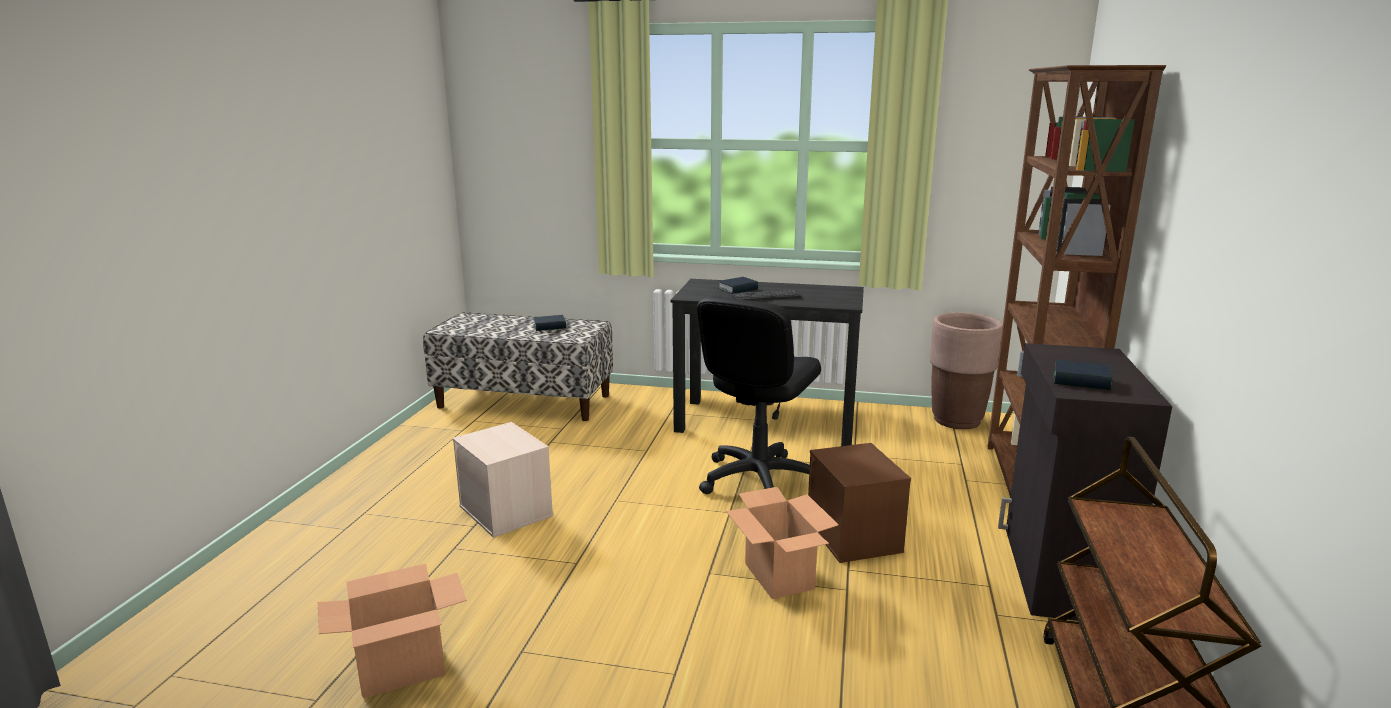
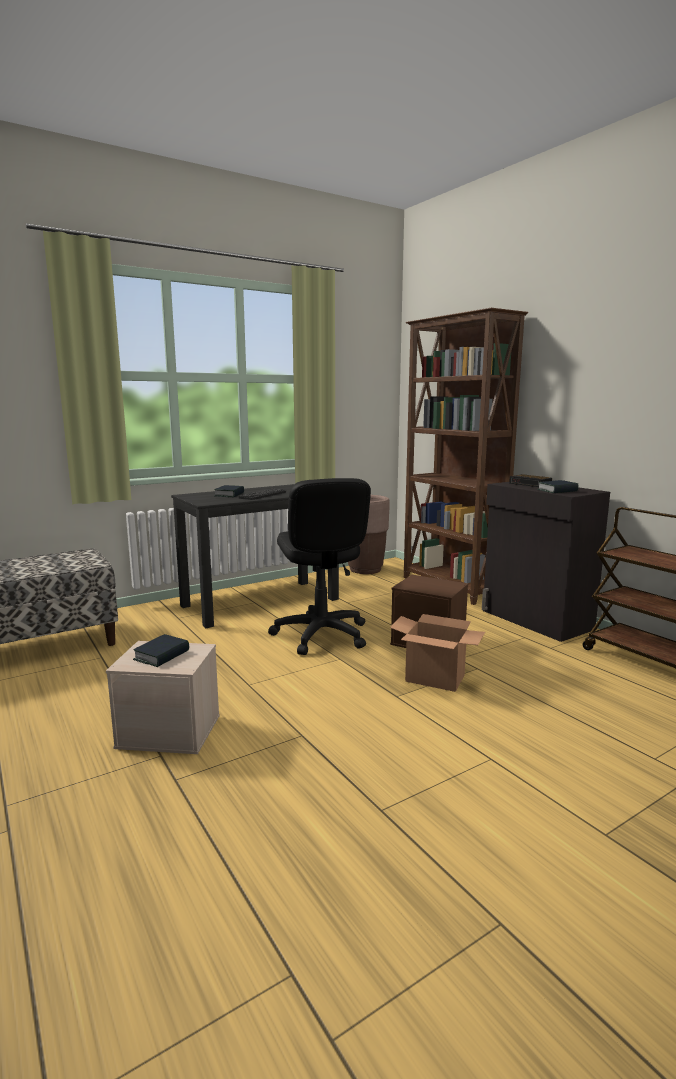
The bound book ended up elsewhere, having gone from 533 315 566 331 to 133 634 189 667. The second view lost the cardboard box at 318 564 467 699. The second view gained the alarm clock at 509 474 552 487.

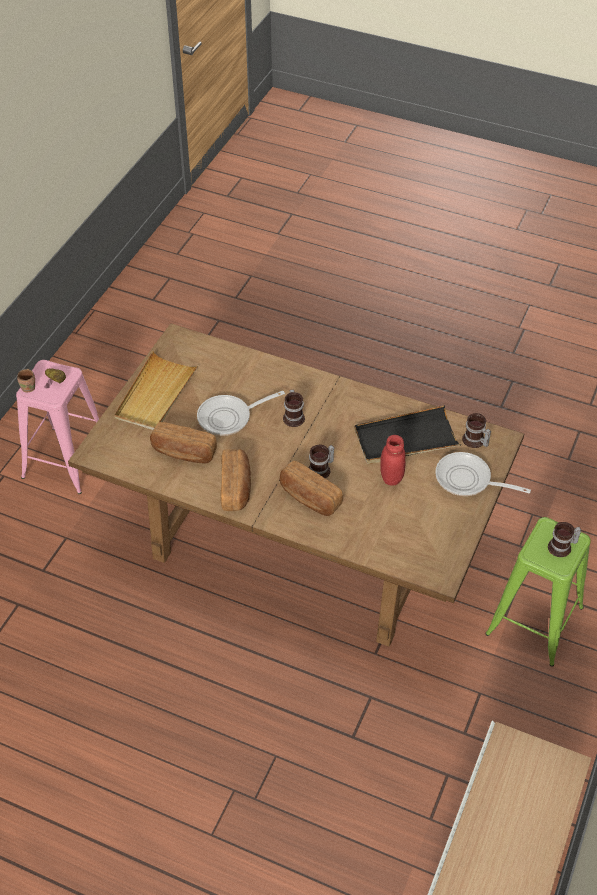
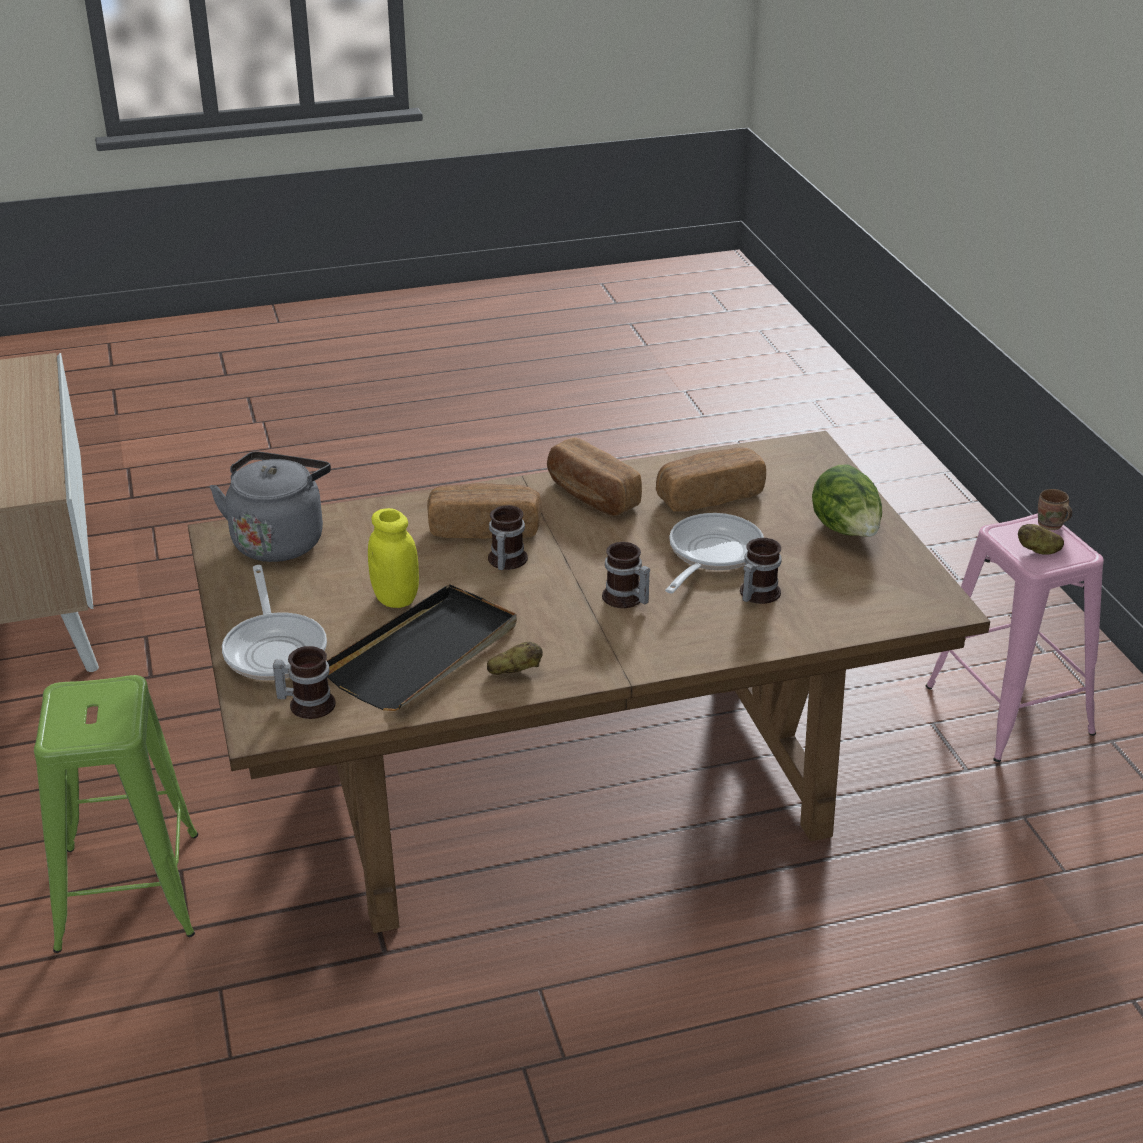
Where the beige-coloured serving tray stood at 114 351 199 430, the lettuce head came to stand at 812 465 882 537. What was the red storage jar at 380 435 405 486 turned into the yellow-coloured storage jar at 368 508 419 608. The frying pan at 435 452 531 496 ended up facing another way, 90 degrees clockwise from before. The mug ended up elsewhere, having gone from 548 522 582 557 to 740 538 782 604. The second view gained the grey water kettle at 209 451 331 562. The second view gained the whole potato at 487 642 543 675.

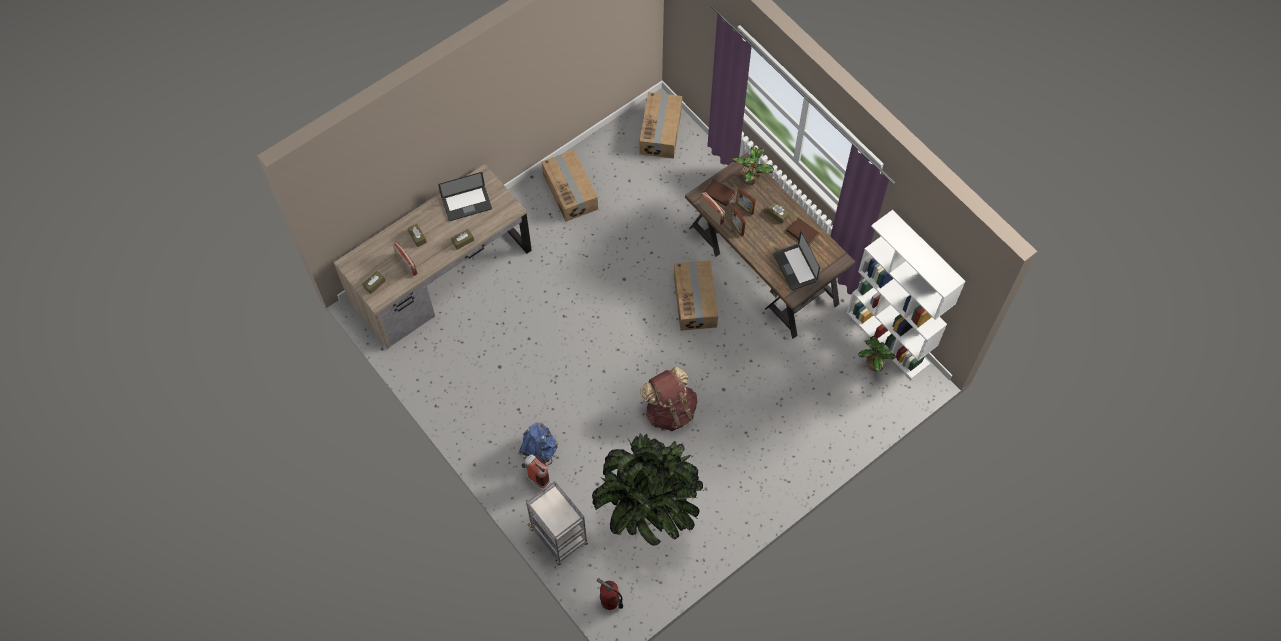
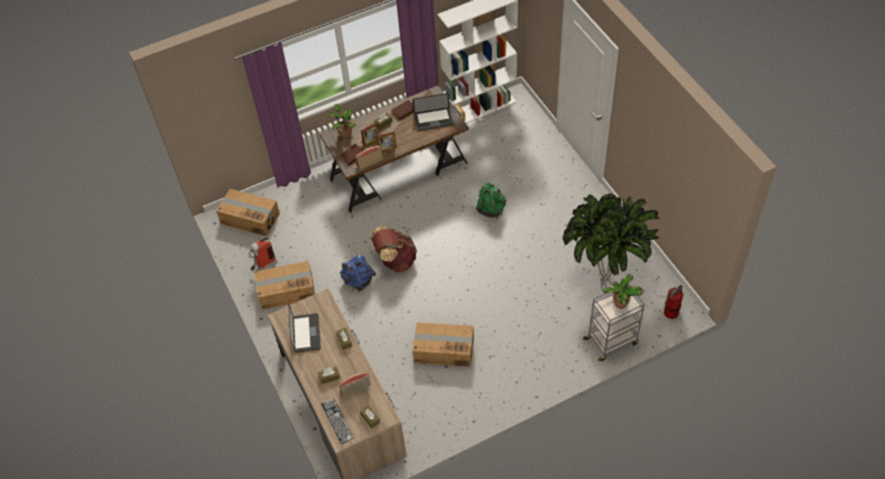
The cardboard box ended up elsewhere, having gone from 674 260 718 331 to 413 322 474 367. The plant in a pot ended up elsewhere, having gone from 858 336 896 372 to 602 274 643 309. The brownish knapsack ended up elsewhere, having gone from 640 367 698 431 to 371 226 417 272. The blue-coloured knapsack ended up elsewhere, having gone from 519 422 558 466 to 340 255 376 292. The fire extinguisher ended up elsewhere, having gone from 521 454 551 492 to 249 236 277 270. The second view gained the greenish knapsack at 476 183 506 219. The second view gained the computer keyboard at 321 398 354 444.

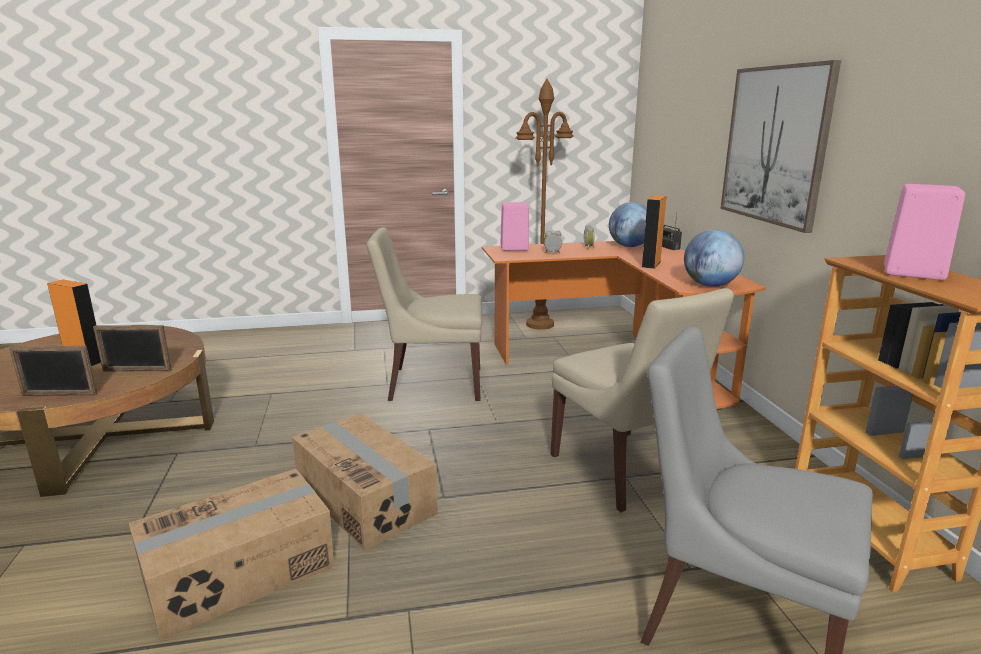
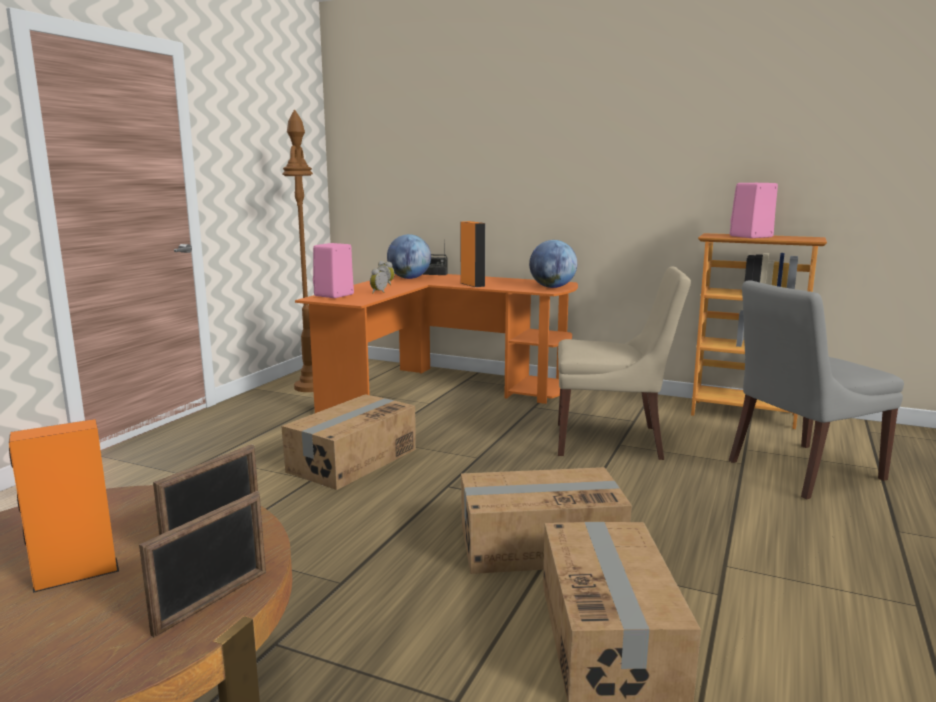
The second view lost the wall picture at 721 60 841 233. Where the beige-coloured upright chair stood at 367 227 482 401, the cardboard box came to stand at 281 394 416 490.

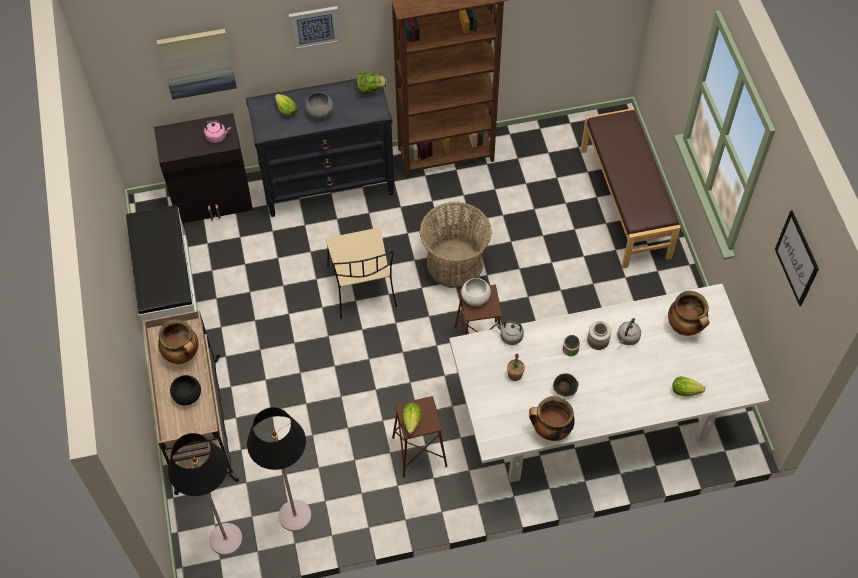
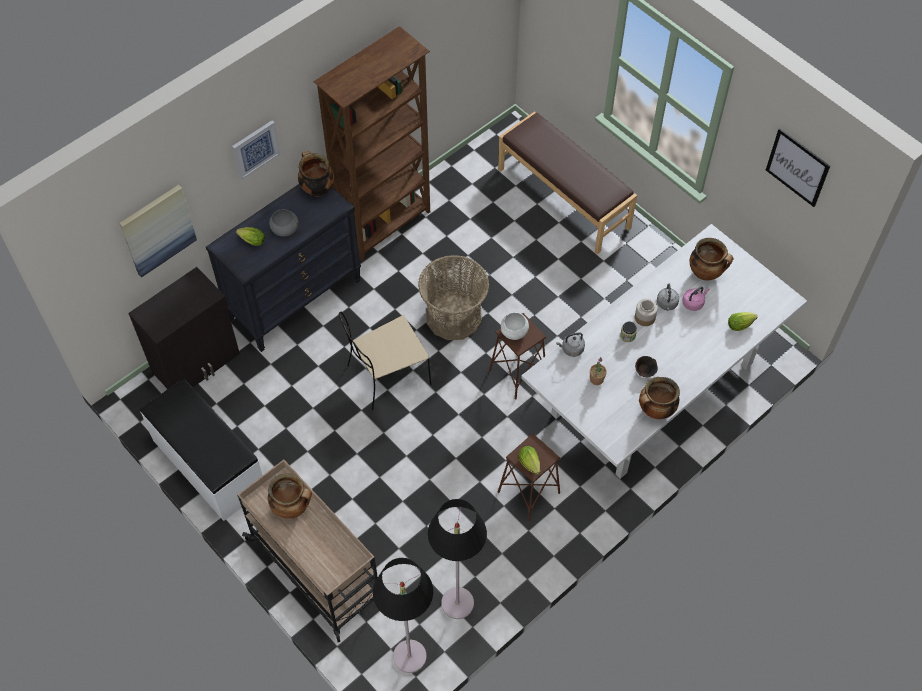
Where the lettuce head stood at 356 72 387 95, the stockpot came to stand at 298 151 335 197. The pink-coloured water kettle ended up elsewhere, having gone from 204 120 231 143 to 682 287 709 311. The beige-coloured upright chair at 326 227 397 319 ended up facing another way, 105 degrees clockwise from before. The second view lost the blackish serving bowl at 170 375 201 406.

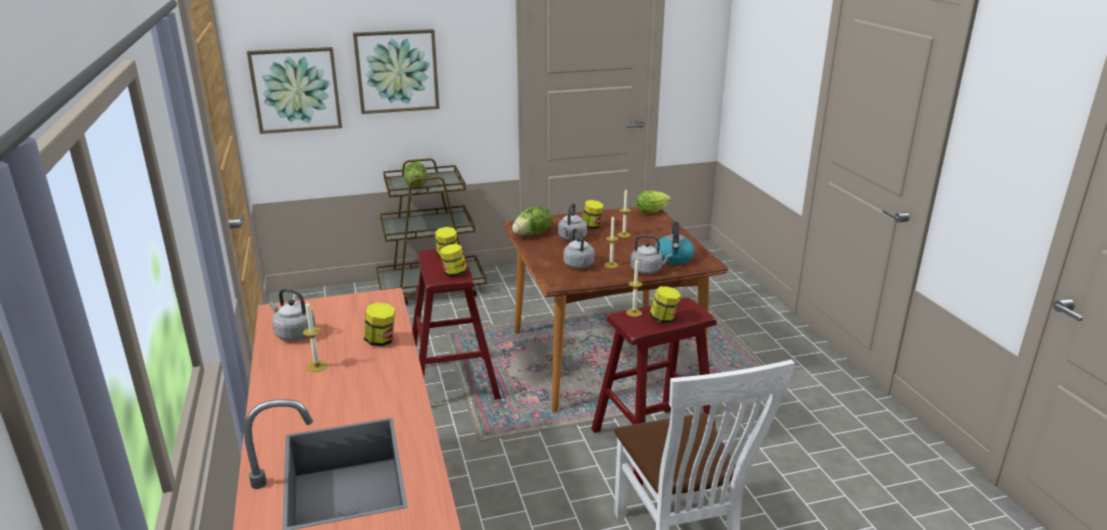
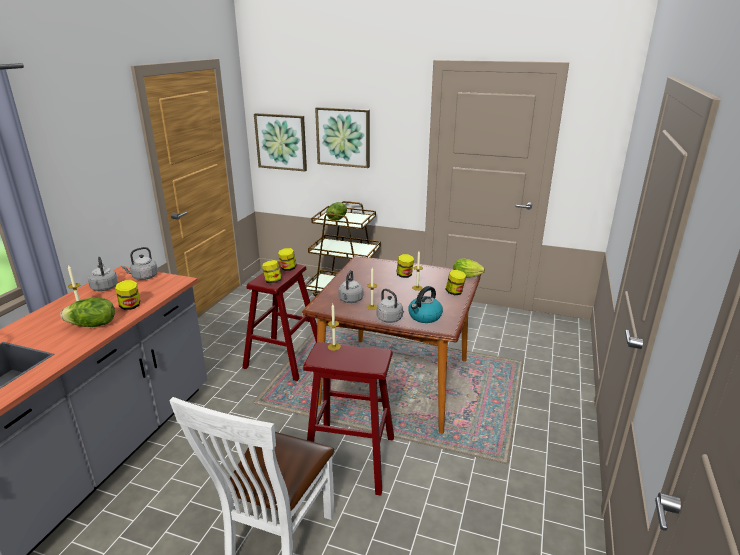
The grey water kettle ended up elsewhere, having gone from 558 203 587 241 to 121 247 158 280. The lettuce head ended up elsewhere, having gone from 512 206 553 235 to 60 297 115 327. The storage jar ended up elsewhere, having gone from 650 286 681 323 to 445 270 466 295.

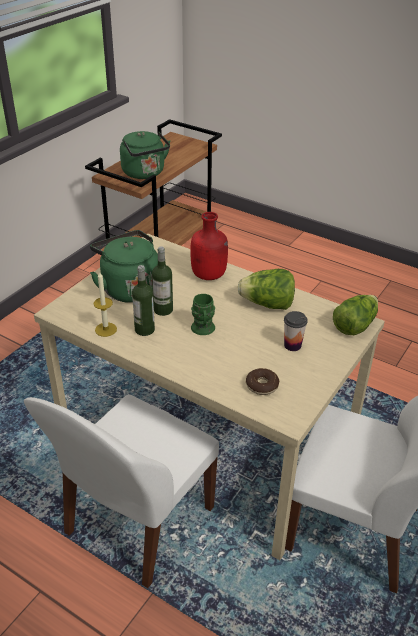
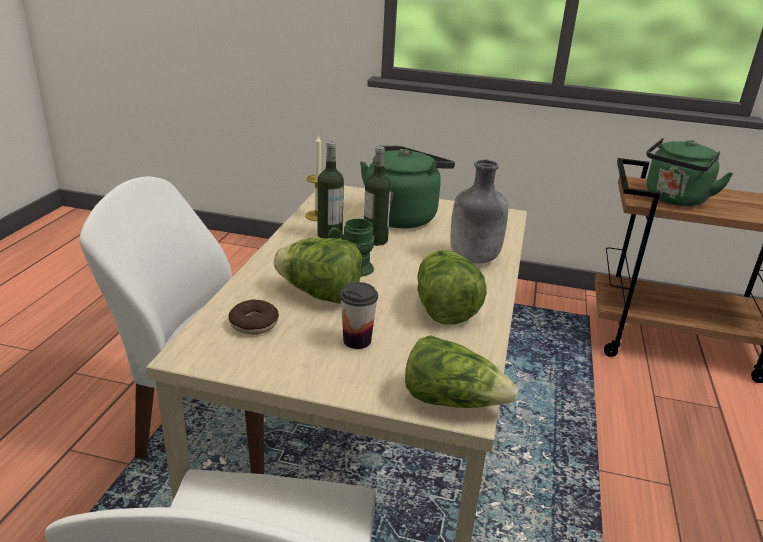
What was the red drink bottle at 190 212 228 280 turned into the grey drink bottle at 450 159 508 263. The second view gained the lettuce head at 273 238 362 304.

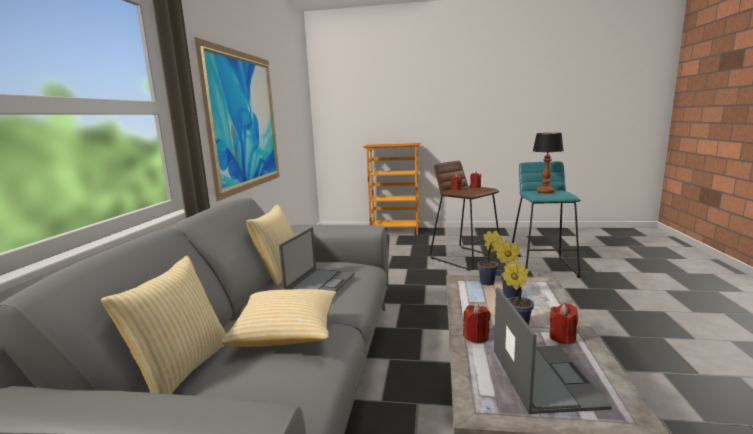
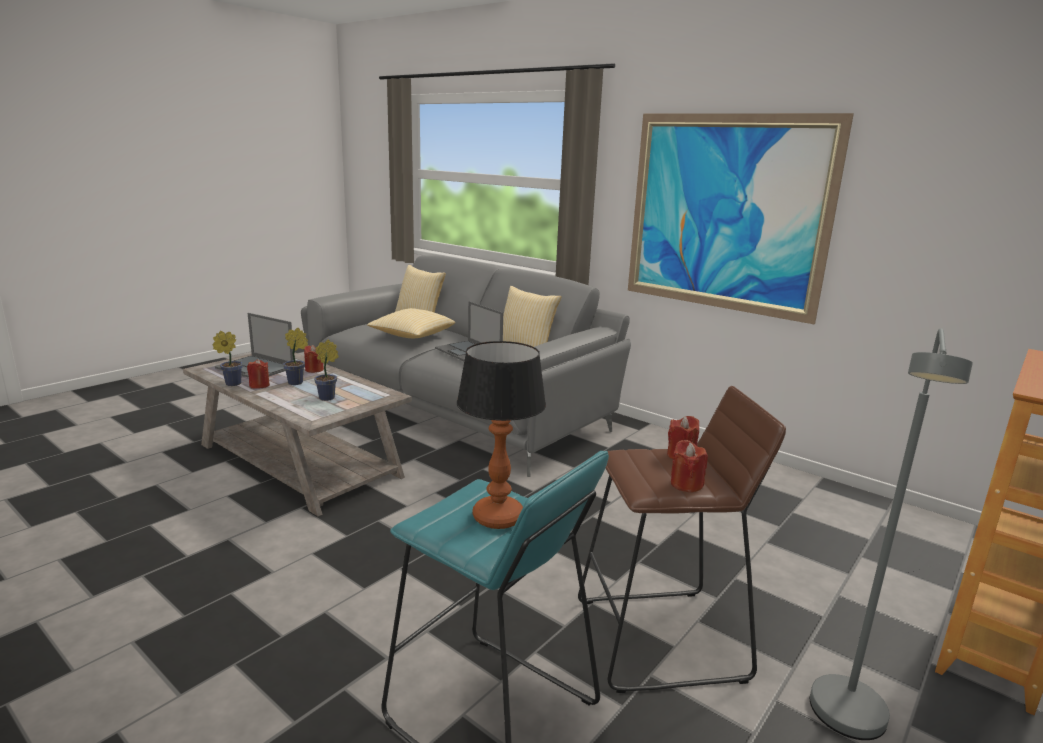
The plant in a pot ended up elsewhere, having gone from 477 231 503 285 to 212 331 243 386. The second view gained the grey floor lamp at 810 328 973 740.

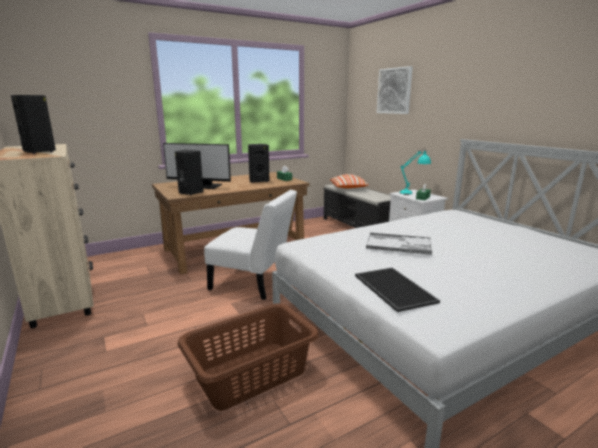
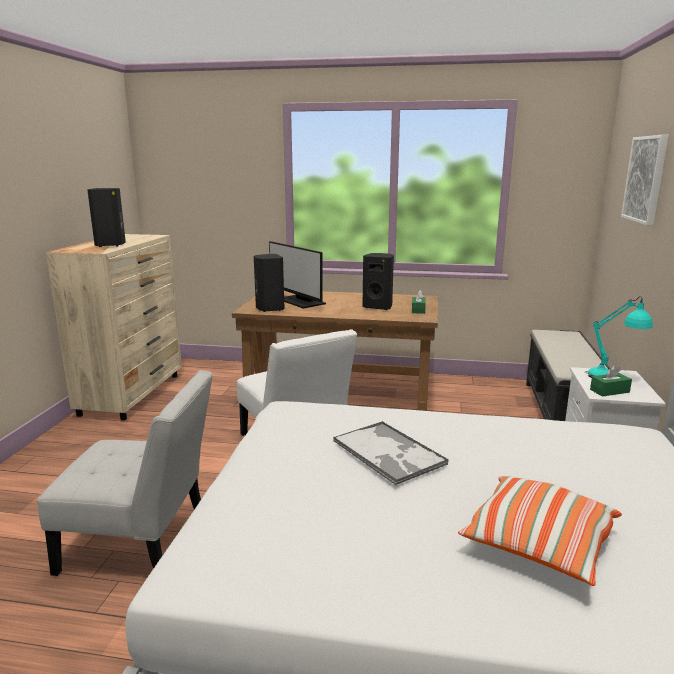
The pillow ended up elsewhere, having gone from 330 174 369 188 to 458 476 622 586. The second view lost the serving tray at 355 268 440 312. Where the brownish laundry basket stood at 178 303 319 411, the white upright chair came to stand at 37 370 213 576.

